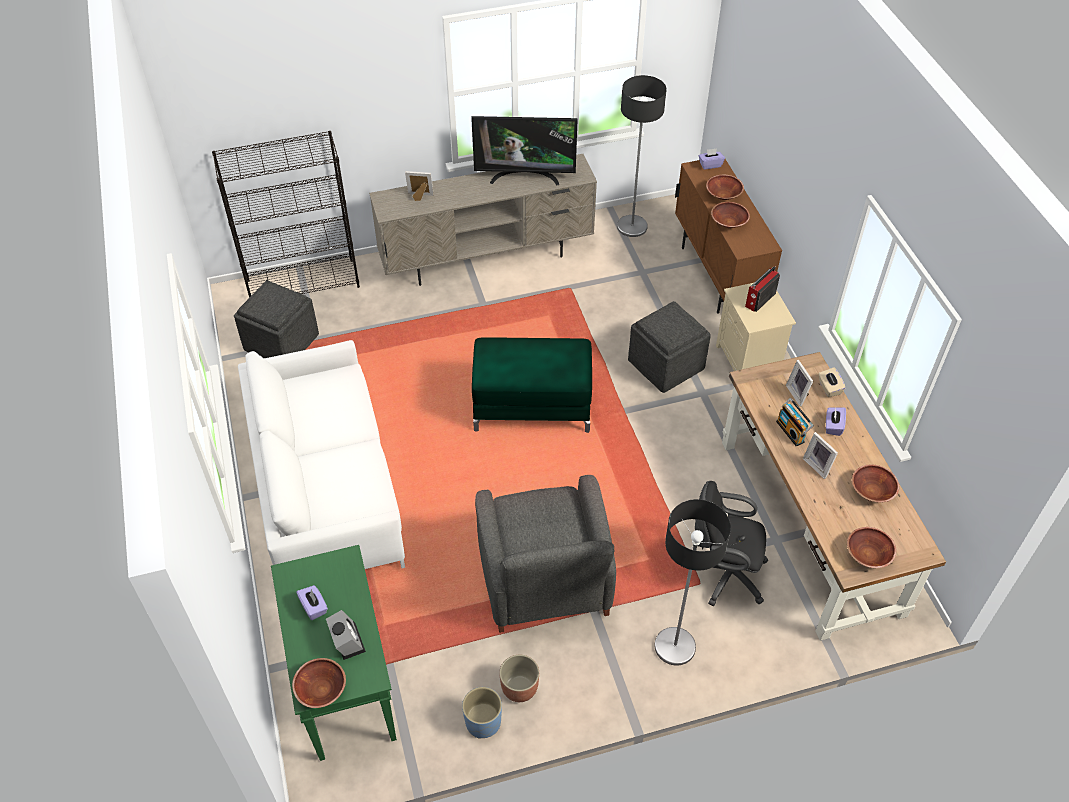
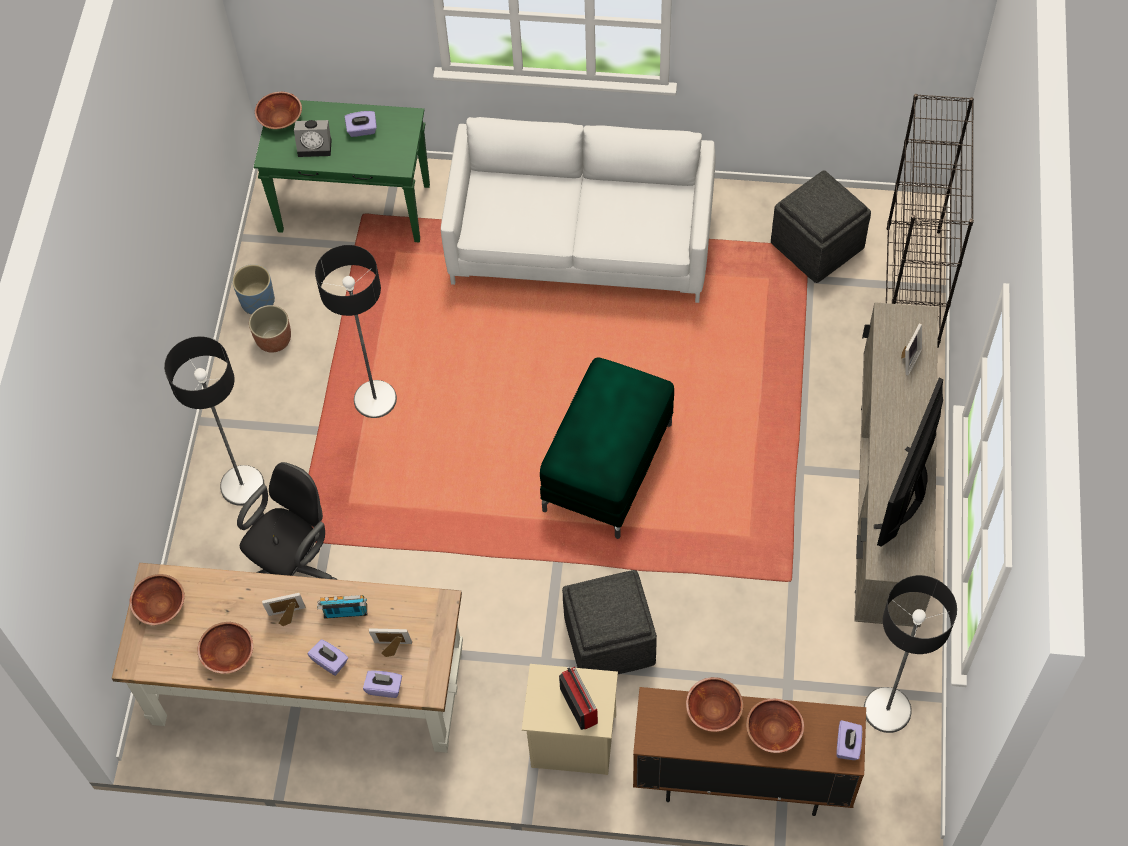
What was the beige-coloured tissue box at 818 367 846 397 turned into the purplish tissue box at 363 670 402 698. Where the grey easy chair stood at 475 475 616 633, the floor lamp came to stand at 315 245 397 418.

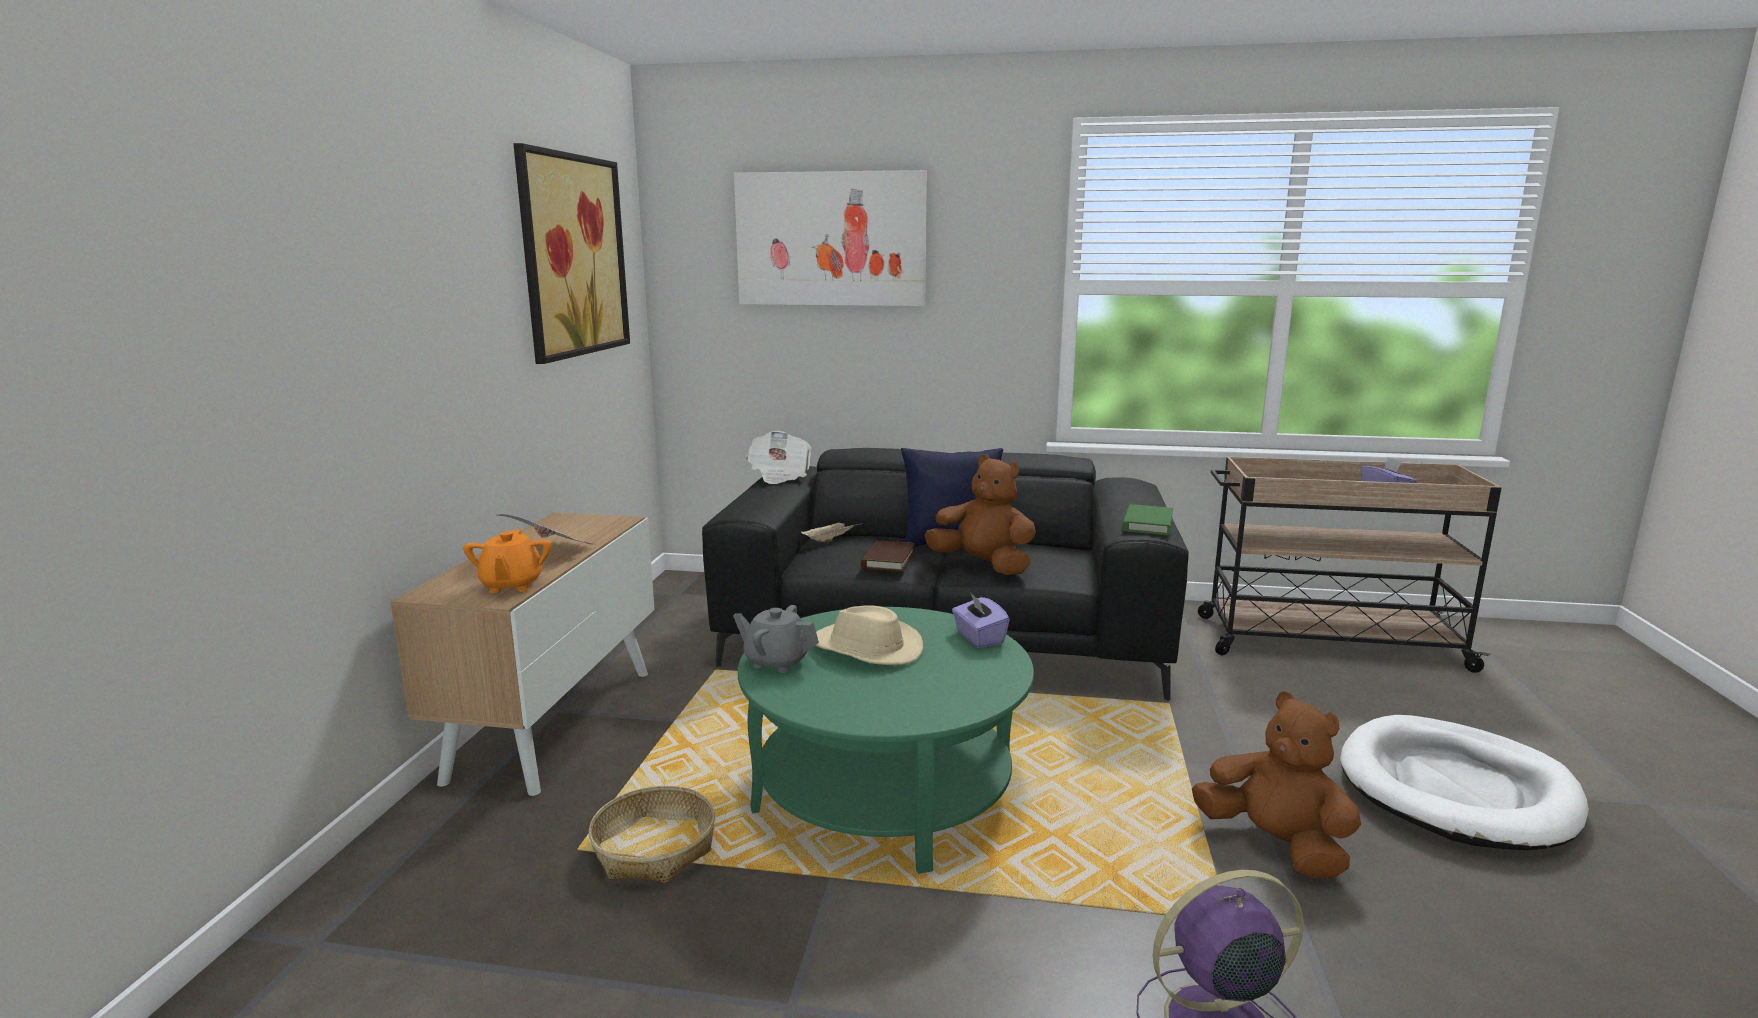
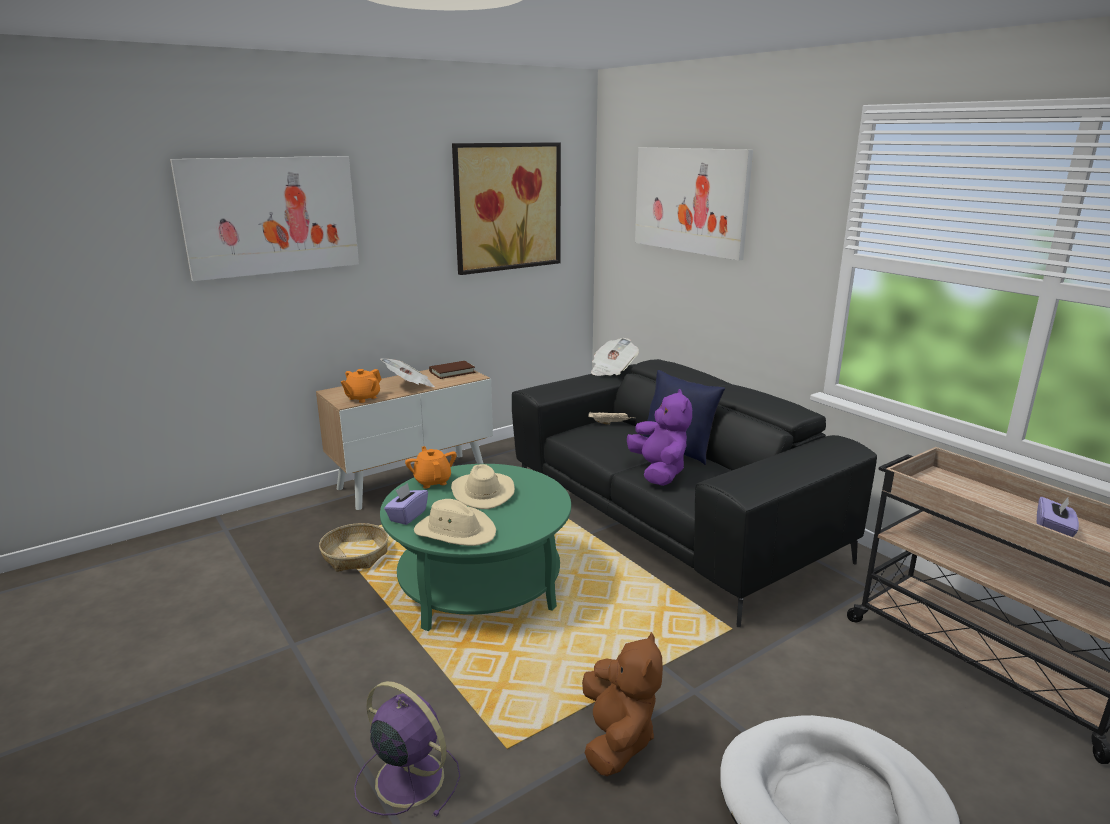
What was the brownish cuddly toy at 924 455 1036 575 turned into the purplish cuddly toy at 627 389 692 486. The second view lost the greenish bound book at 1122 504 1173 536. The brownish bound book ended up elsewhere, having gone from 861 541 915 572 to 429 361 475 379. The purplish tissue box ended up elsewhere, having gone from 952 592 1010 648 to 384 483 428 525. What was the grey teapot at 733 605 819 673 turned into the orange-coloured teapot at 405 446 457 488. The second view gained the wall picture at 170 156 359 281. The second view gained the beige-coloured clothing hat at 414 499 496 546.

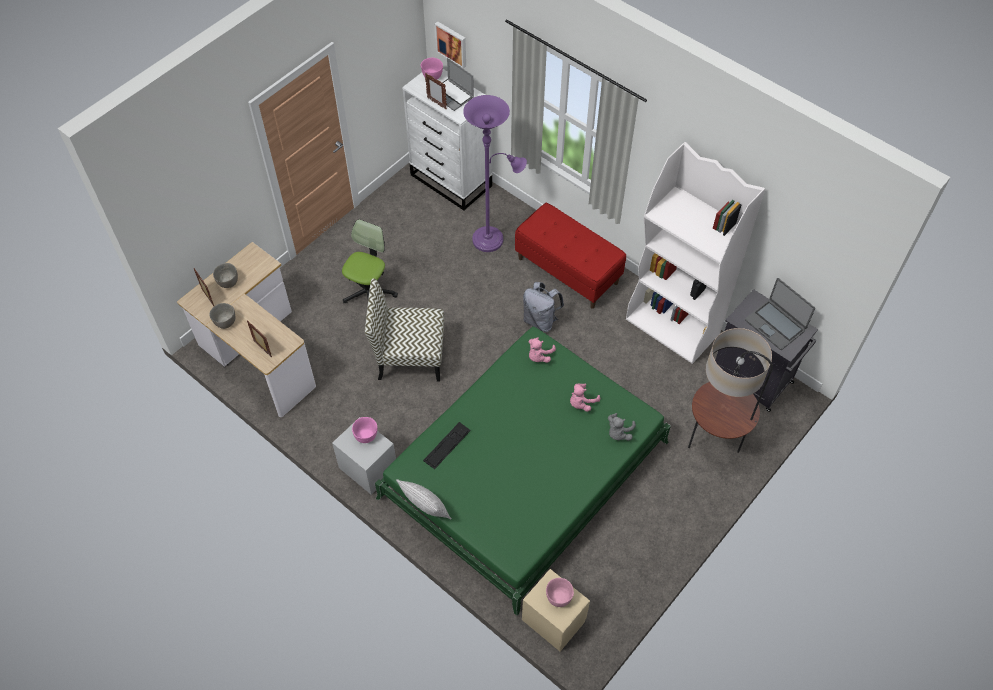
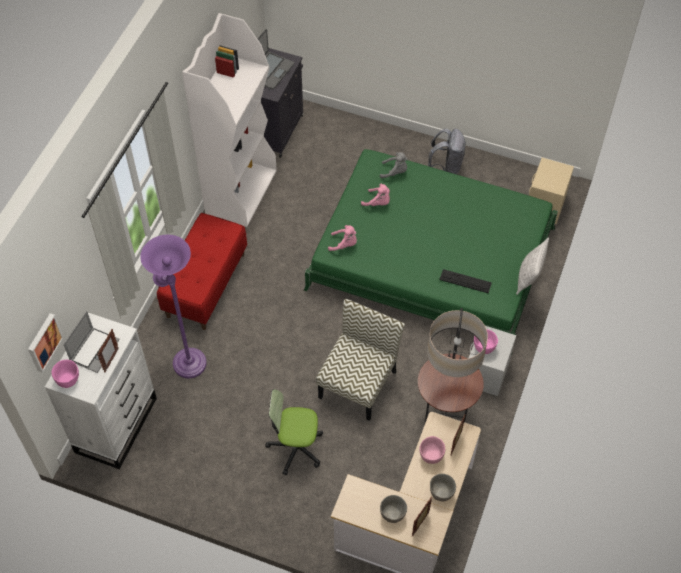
The upright chair at 365 278 444 382 ended up facing another way, 135 degrees counterclockwise from before. The grey knapsack ended up elsewhere, having gone from 523 282 564 332 to 428 128 466 174. The floor lamp ended up elsewhere, having gone from 688 328 773 453 to 418 308 488 425. The pink-coloured serving bowl ended up elsewhere, having gone from 546 578 574 607 to 419 436 445 464.

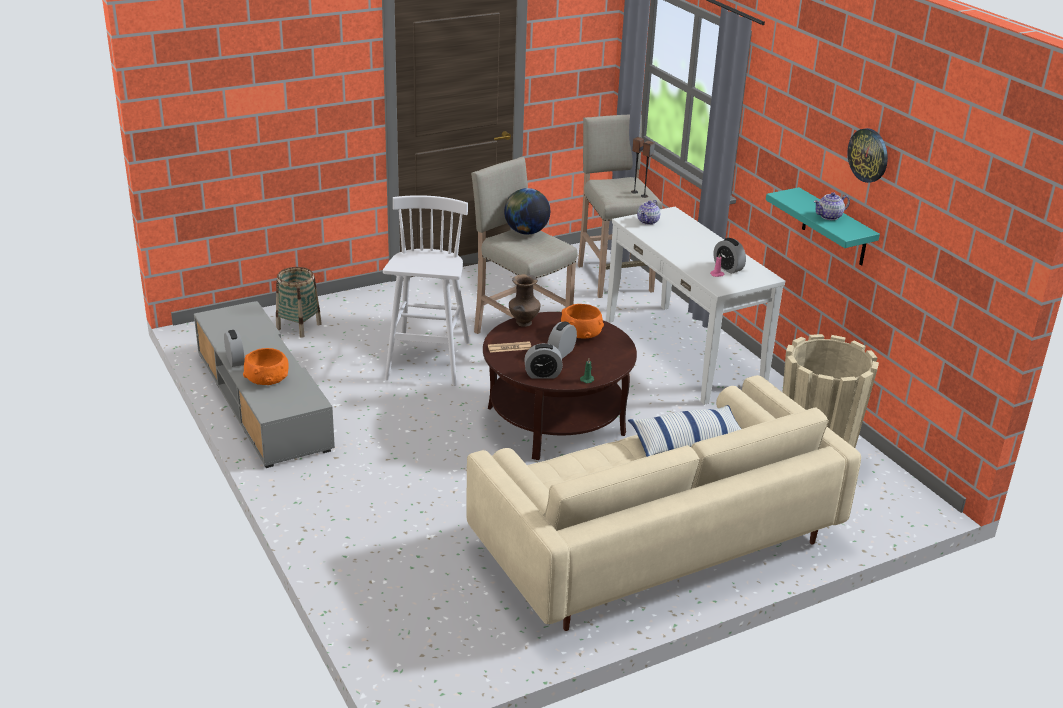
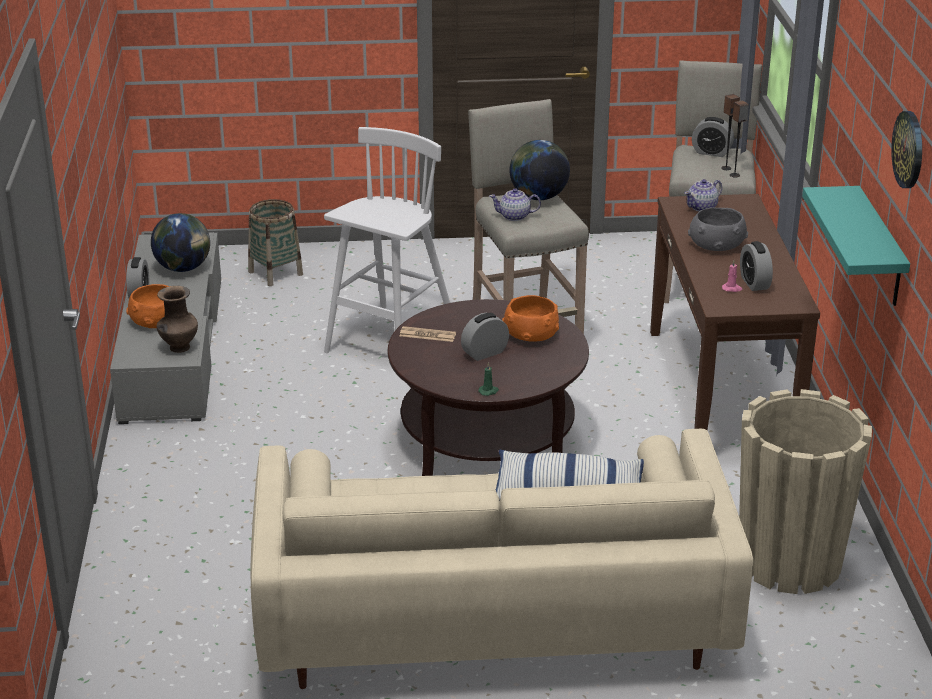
The teapot ended up elsewhere, having gone from 814 192 850 220 to 489 188 541 221. What was the white console table at 606 207 785 405 turned into the brownish console table at 650 194 820 430. The brownish decorative vase ended up elsewhere, having gone from 509 274 540 327 to 157 286 198 353. The alarm clock ended up elsewhere, having gone from 524 343 563 379 to 692 117 734 157. The second view gained the grey serving bowl at 688 208 748 251. The second view gained the desk globe at 151 213 210 272.

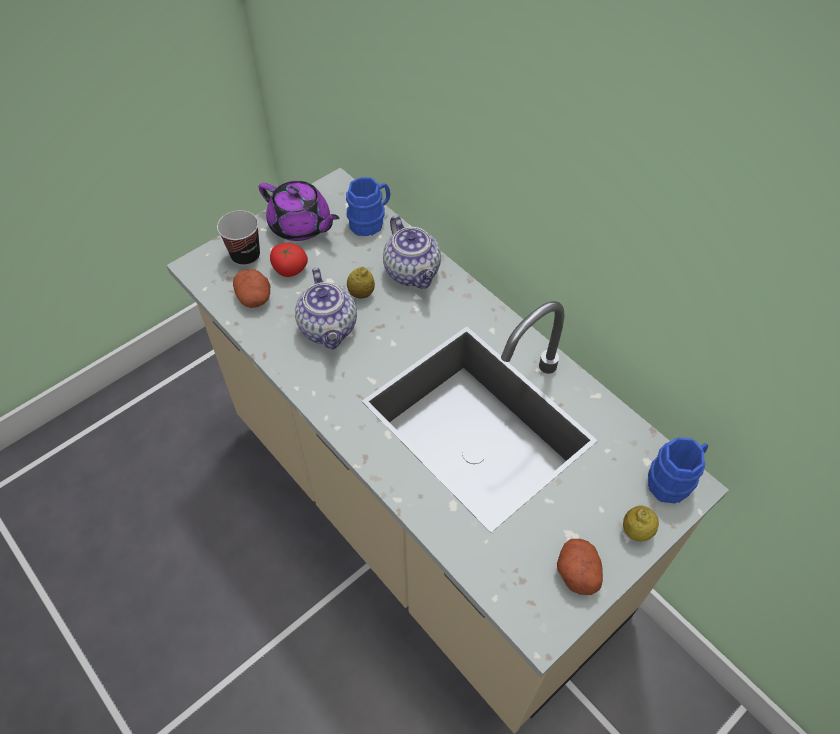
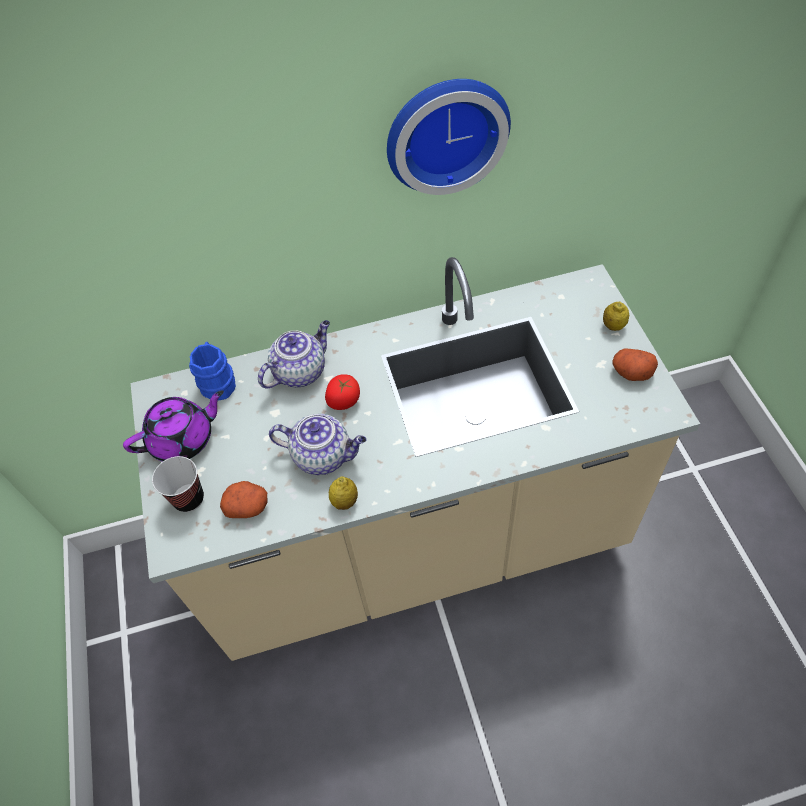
The teapot at 383 216 441 289 ended up facing another way, 45 degrees counterclockwise from before. The fresh tomato ended up elsewhere, having gone from 270 243 308 277 to 325 374 360 410. The lemon ended up elsewhere, having gone from 347 267 375 298 to 329 476 358 510. The second view lost the blue-coloured mug at 648 437 708 503. The second view gained the wall clock at 387 79 511 195.

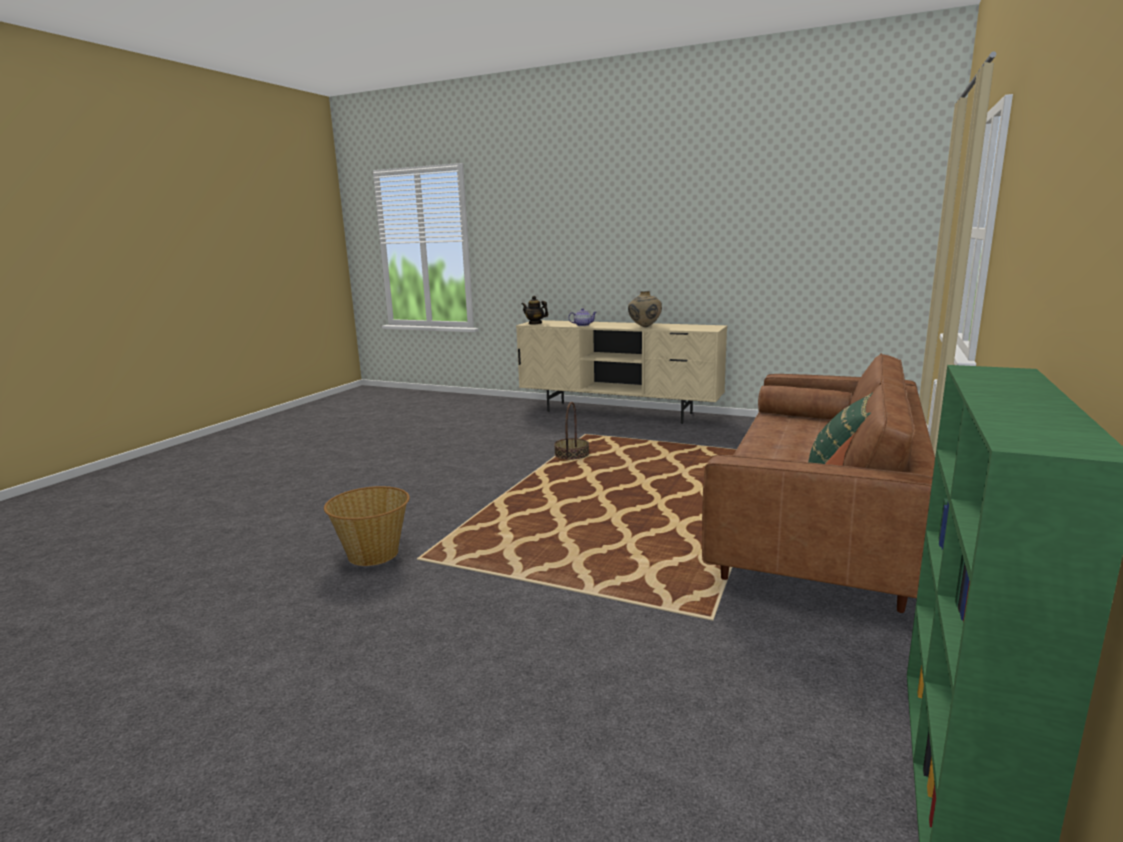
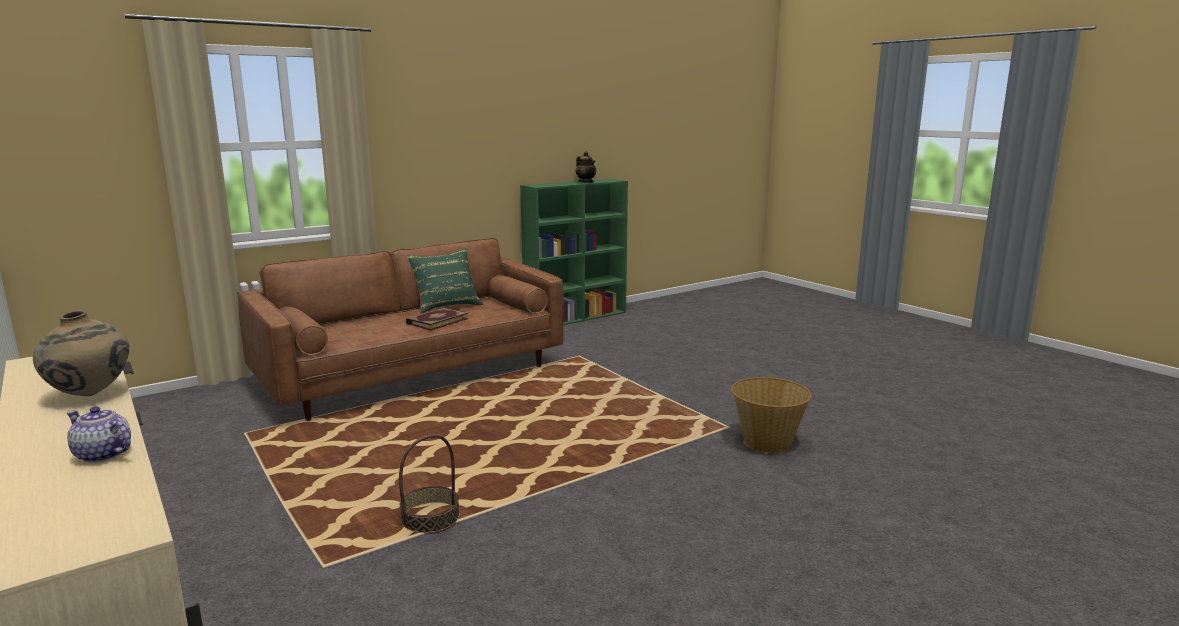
The teapot ended up elsewhere, having gone from 522 296 548 325 to 575 151 596 183. The second view gained the bound book at 406 308 468 331.

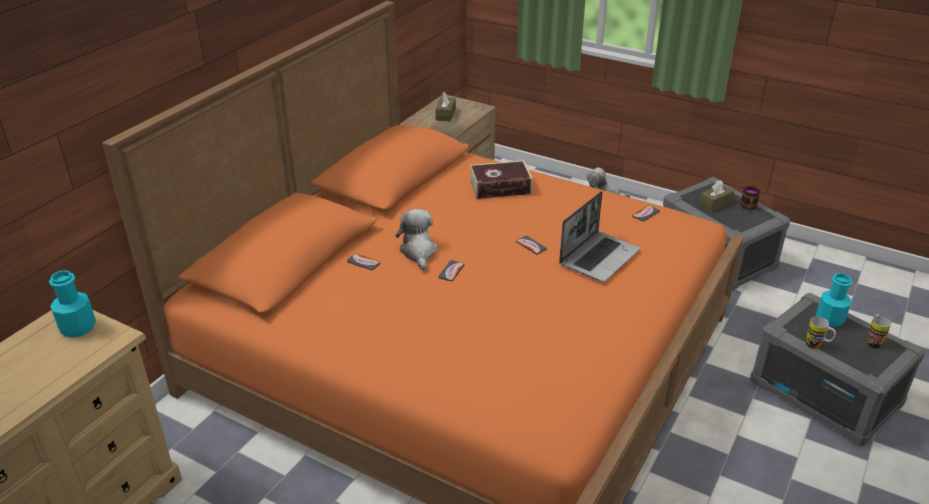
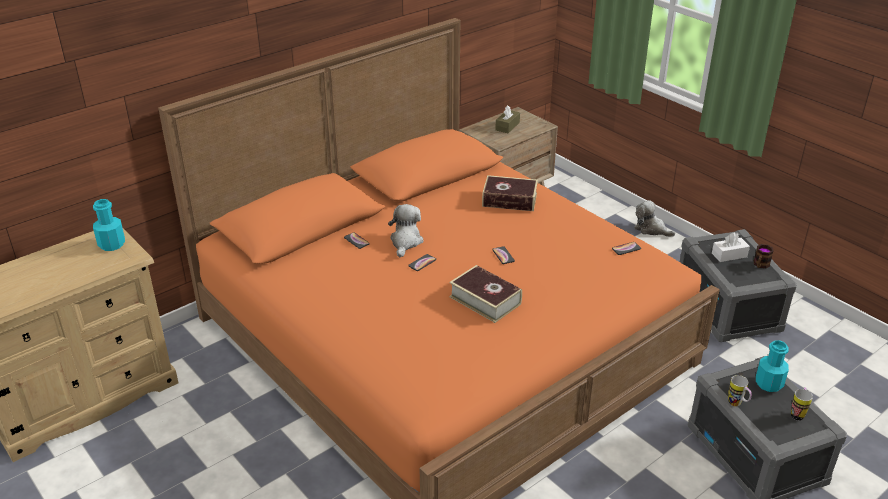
What was the brownish tissue box at 699 180 734 212 turned into the white tissue box at 712 232 750 262. The second view lost the portable computer at 559 191 641 282. The second view gained the bound book at 450 265 522 323.

